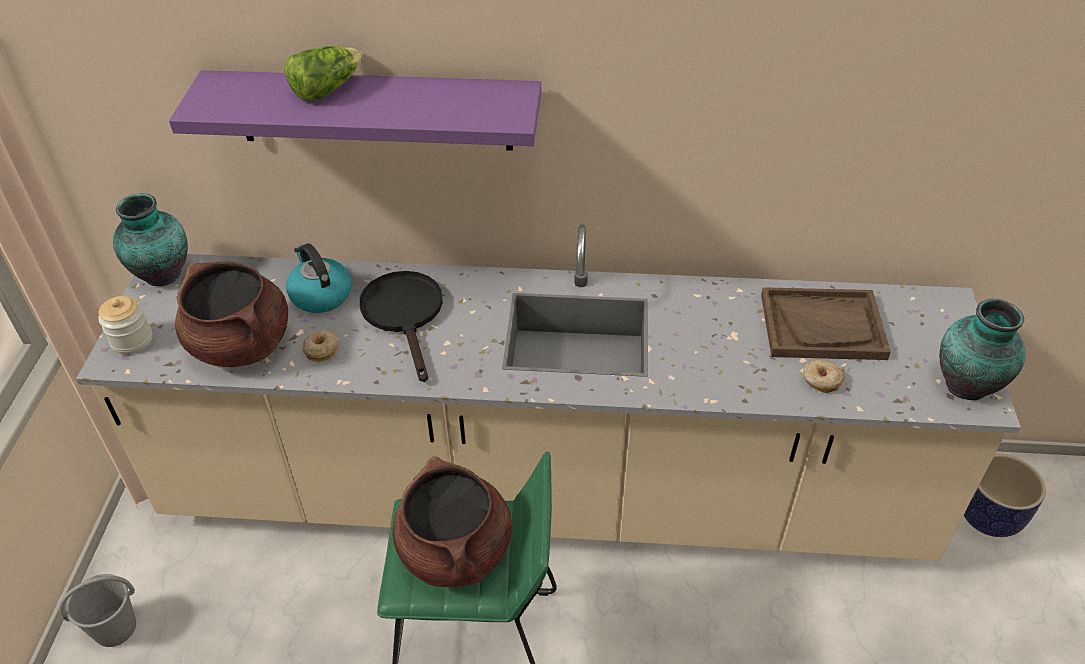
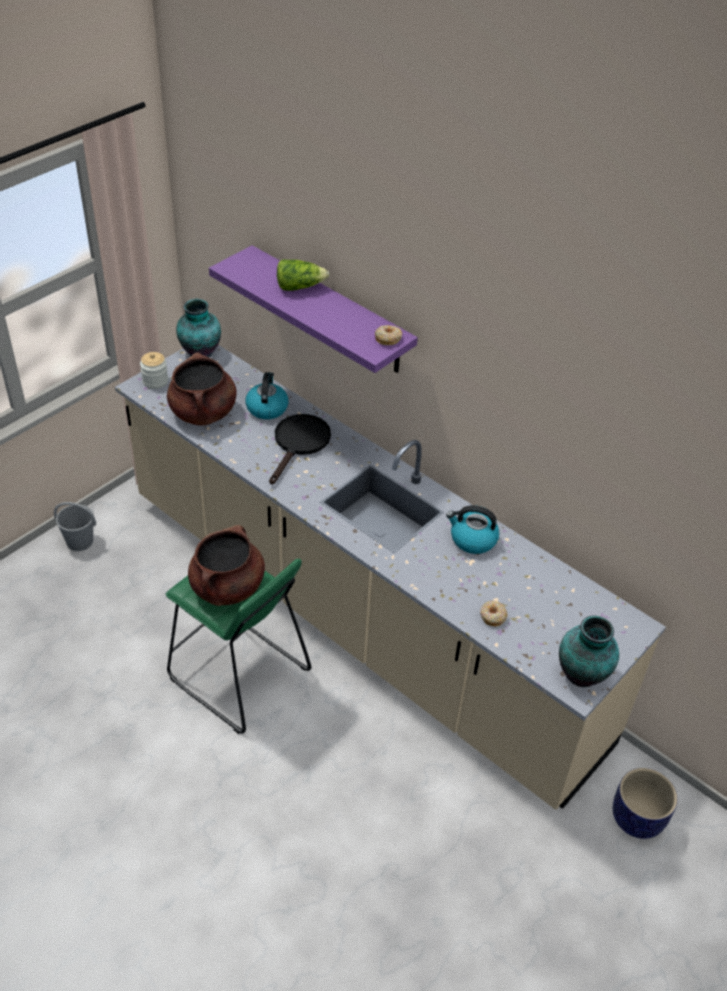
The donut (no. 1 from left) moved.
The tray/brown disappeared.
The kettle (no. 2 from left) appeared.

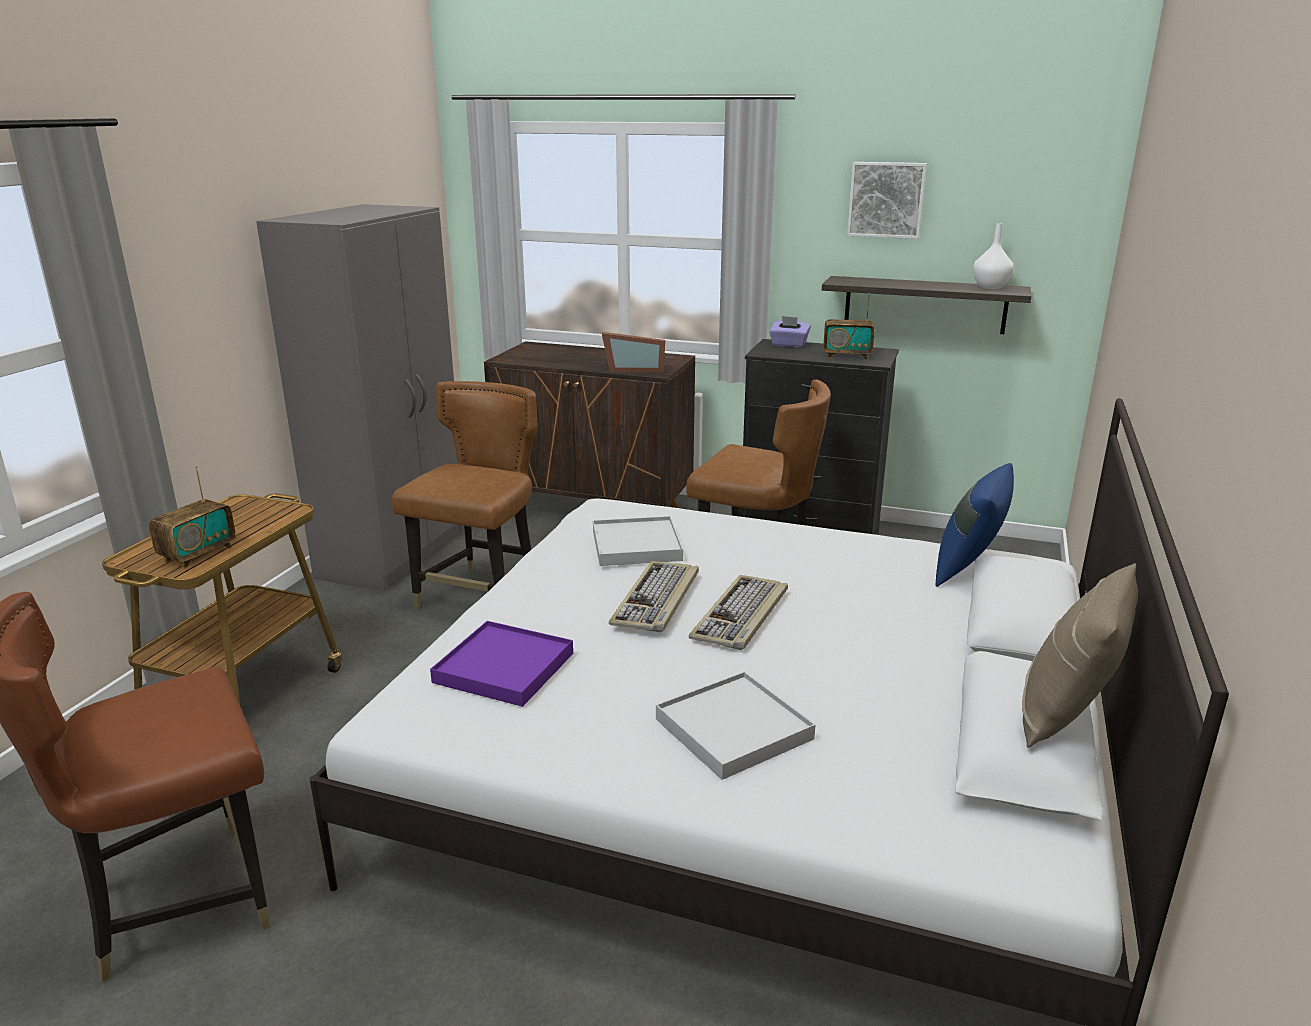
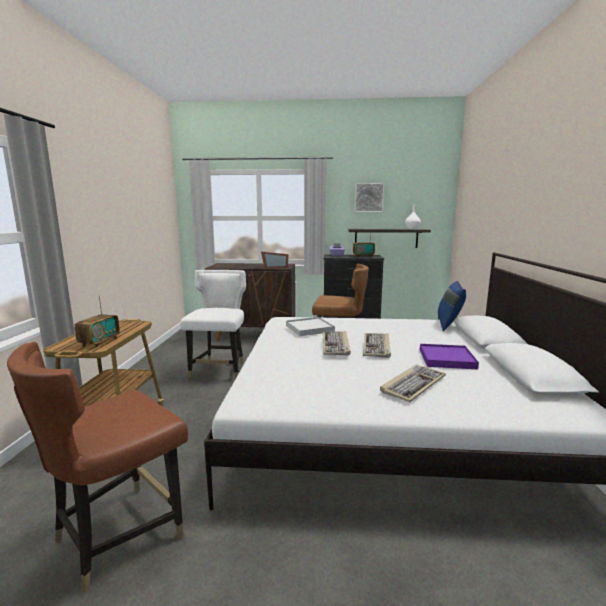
The wardrobe/grey disappeared.
The chair/brown (no. 2 from left) became the chair/white.
The tray/purple moved.
The tray/white (no. 2 from left) was replaced by the keyboard (no. 3 from left).
The pillow/beige disappeared.

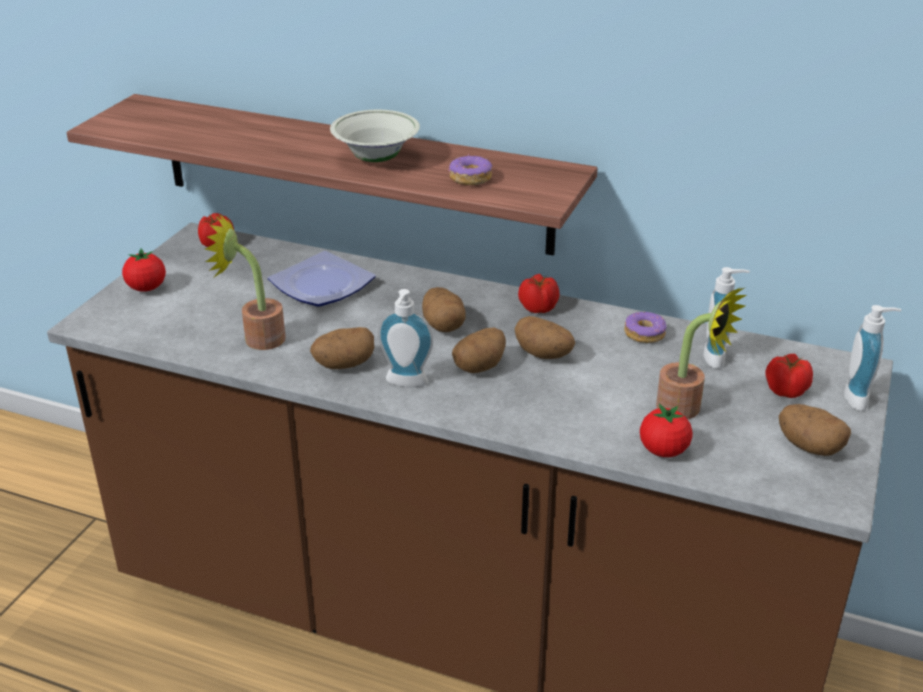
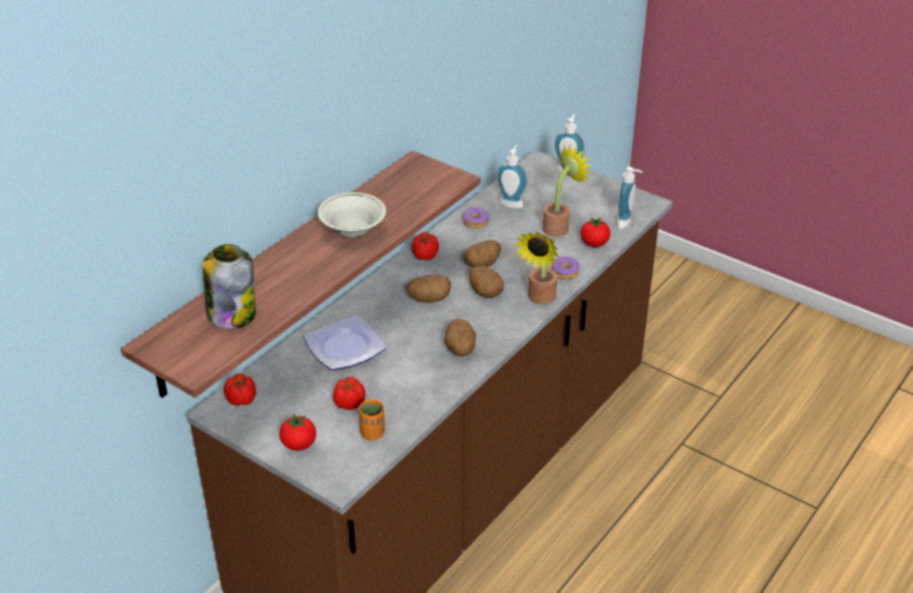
The potted plant (no. 1 from left) moved.
The soap dispenser (no. 1 from left in the first image) moved.
The donut (no. 1 from left in the first image) moved.
The tomato (no. 5 from left in the first image) moved.
The potato (no. 5 from left) disappeared.
The jar appeared.
The cup/orange appeared.

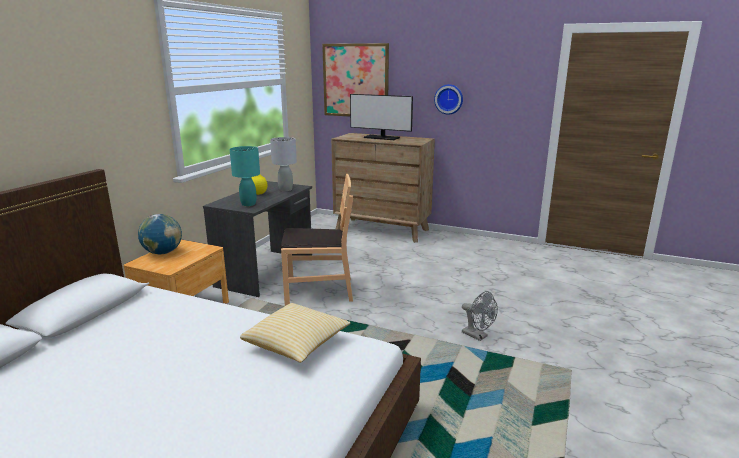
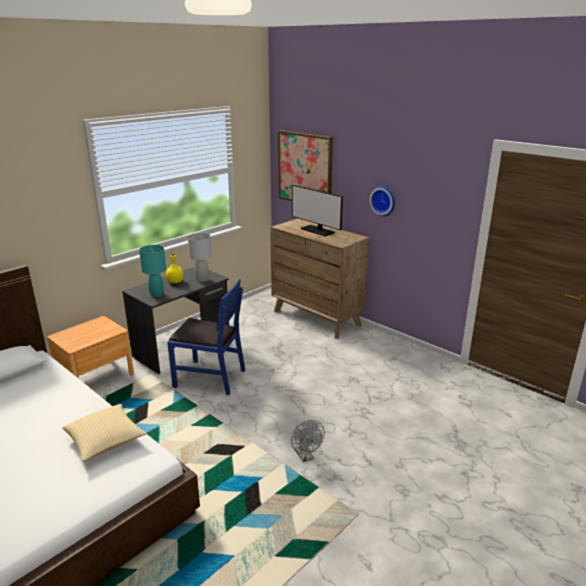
The globe disappeared.
The chair/brown became the chair/blue.

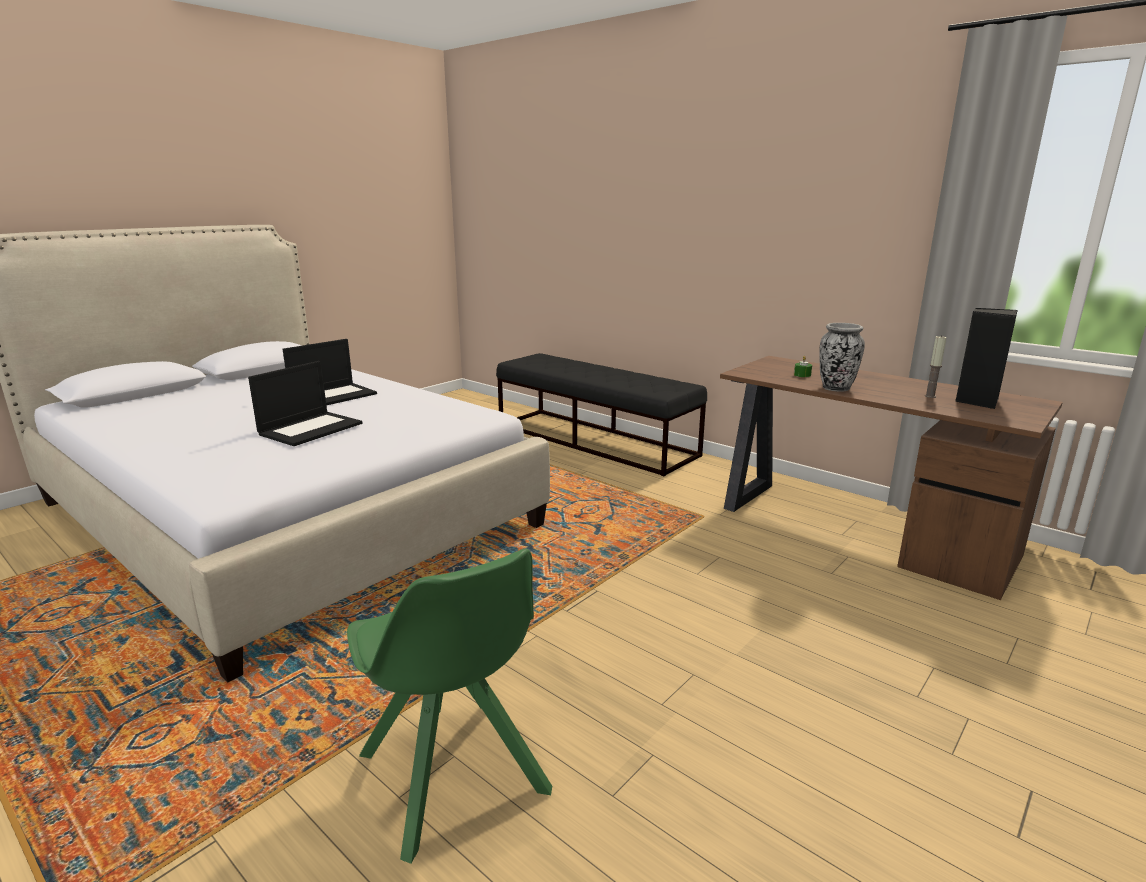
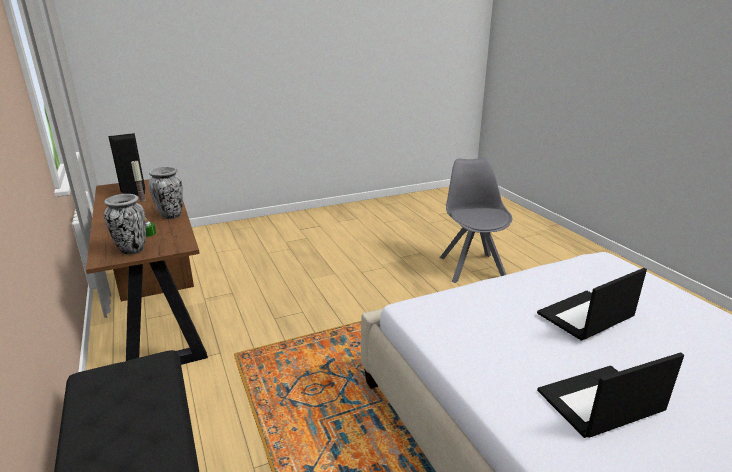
The chair/green became the chair/grey.
The vase (no. 1 from left) appeared.

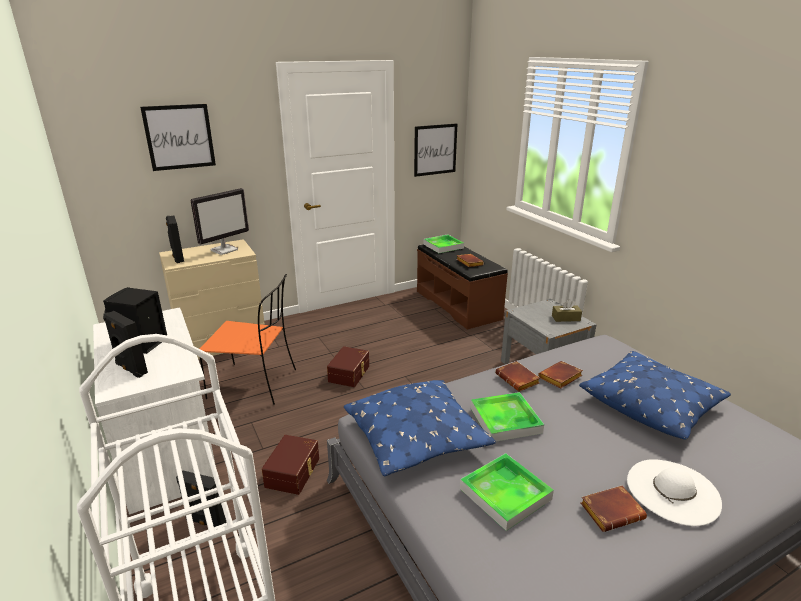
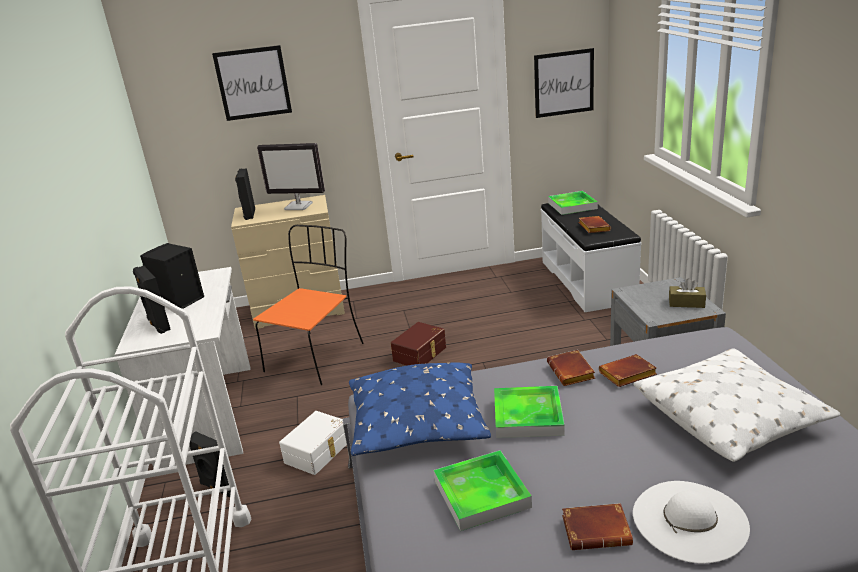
The monitor turned 45 degrees clockwise.
The chair/orange turned 90 degrees counterclockwise.
The storage box/brown (no. 1 from left) became the storage box/white.
The bench/brown became the bench/white.
The pillow/blue (no. 2 from left) became the pillow/white.

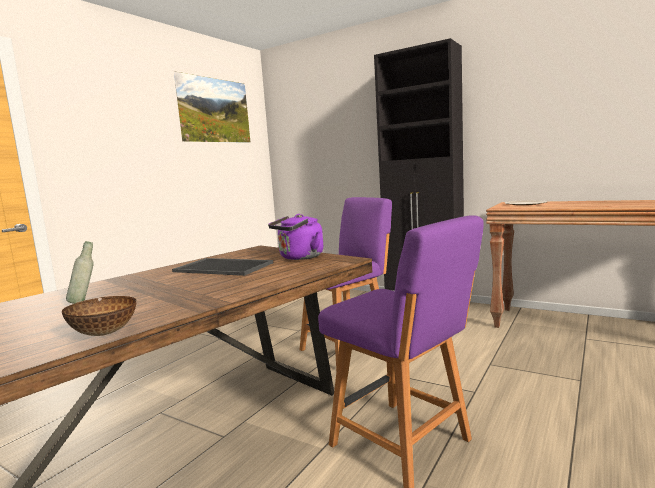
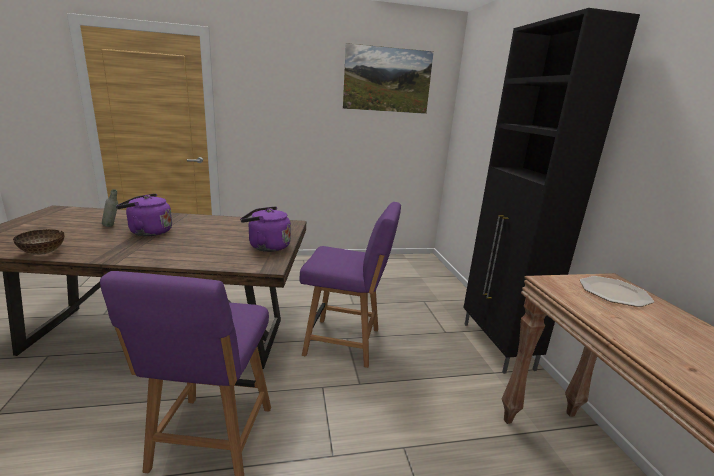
The tray disappeared.
The kettle/purple (no. 1 from left) appeared.

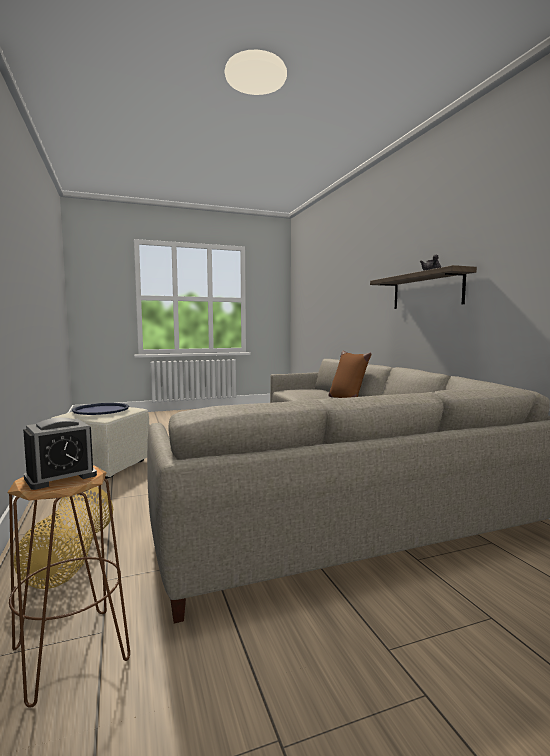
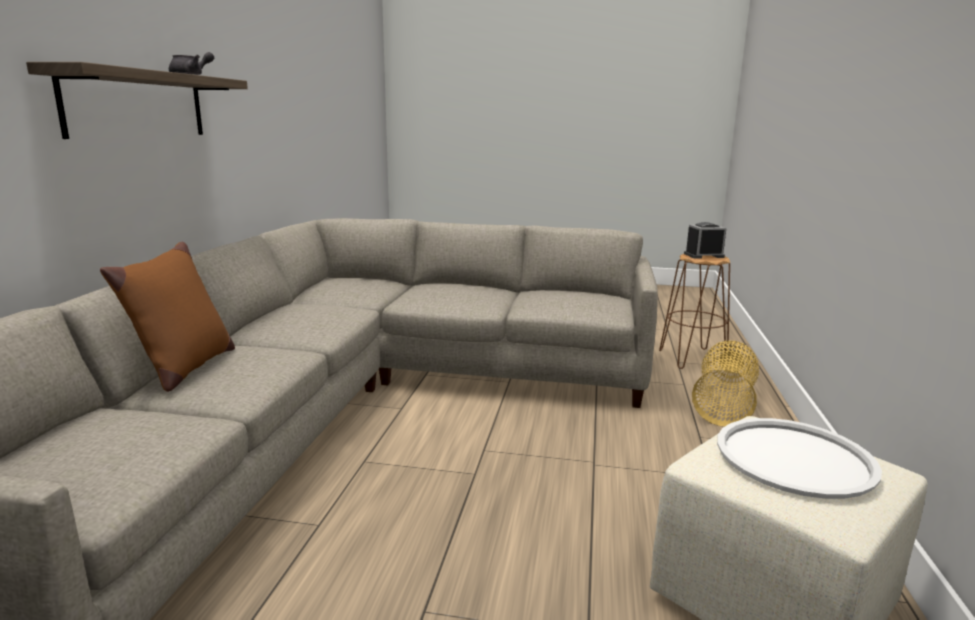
The tray/blue became the tray/white.

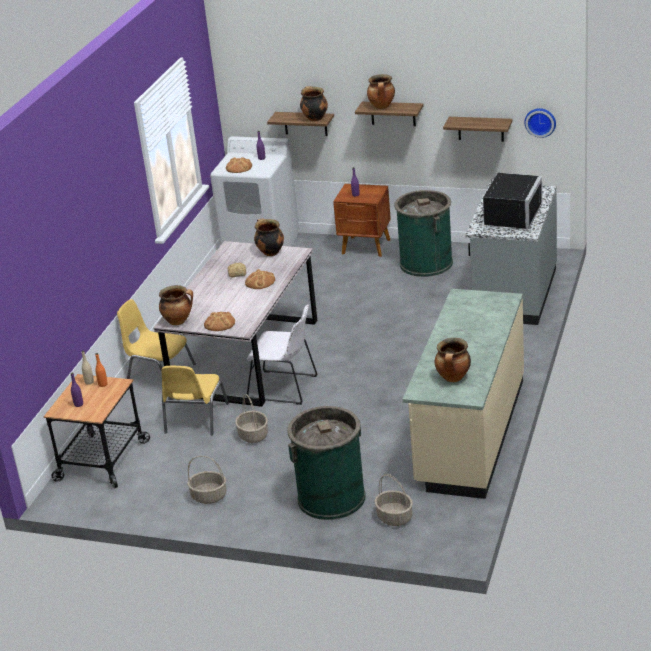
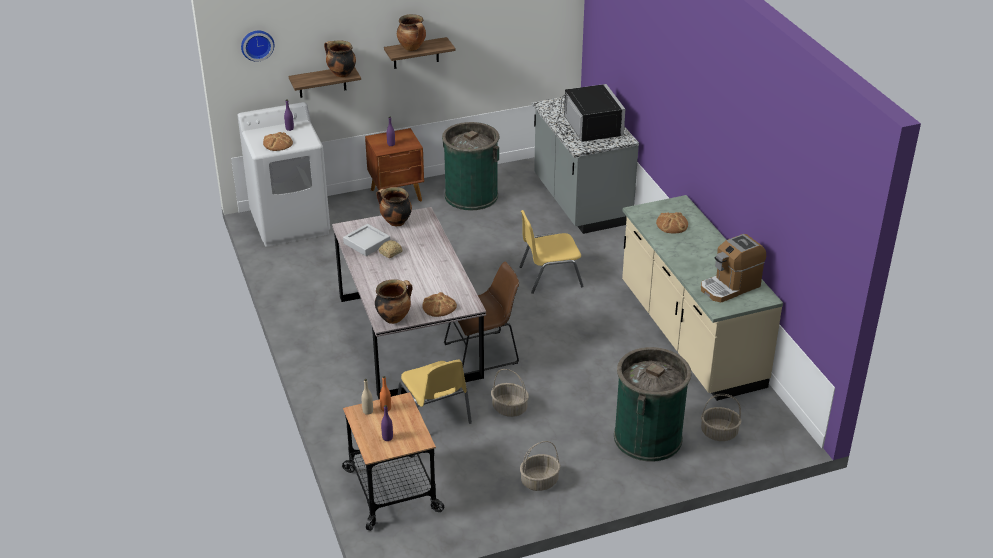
The chair/yellow (no. 1 from left in the first image) moved.
The bread (no. 4 from left) moved.
The chair/white became the chair/brown.
The cooking pot (no. 5 from left) was replaced by the coffee machine.
The shelf (no. 3 from left) disappeared.
The wall clock moved.
The tray/grey appeared.

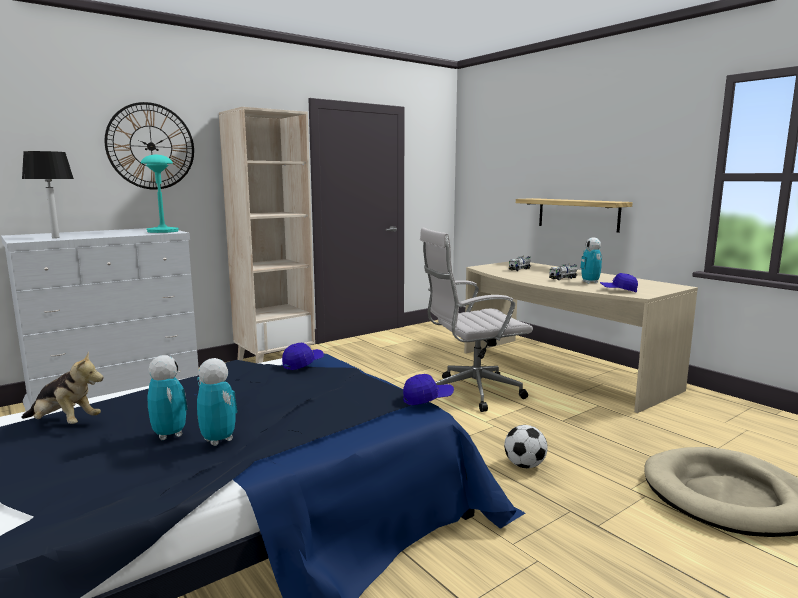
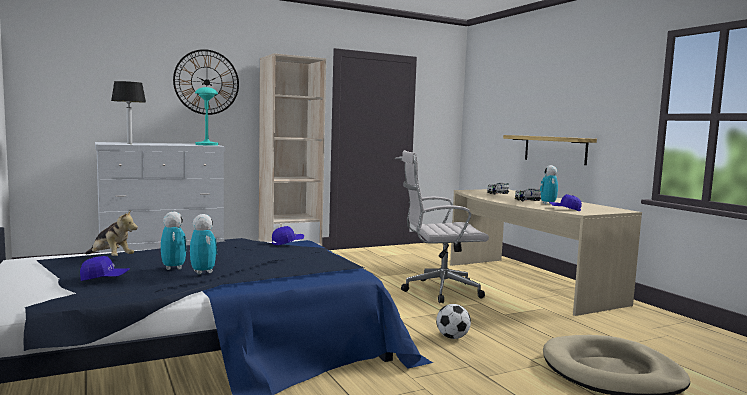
The cap/blue (no. 2 from left in the first image) moved.

